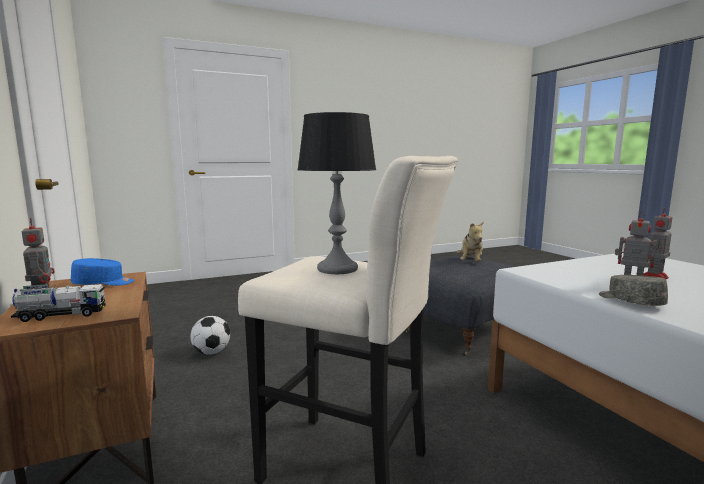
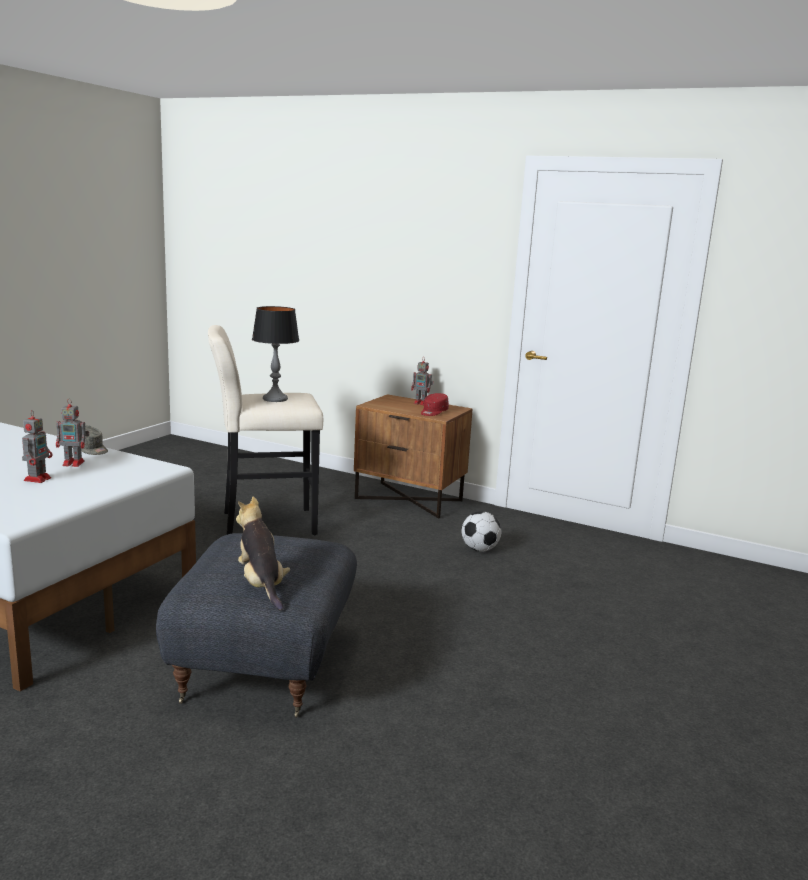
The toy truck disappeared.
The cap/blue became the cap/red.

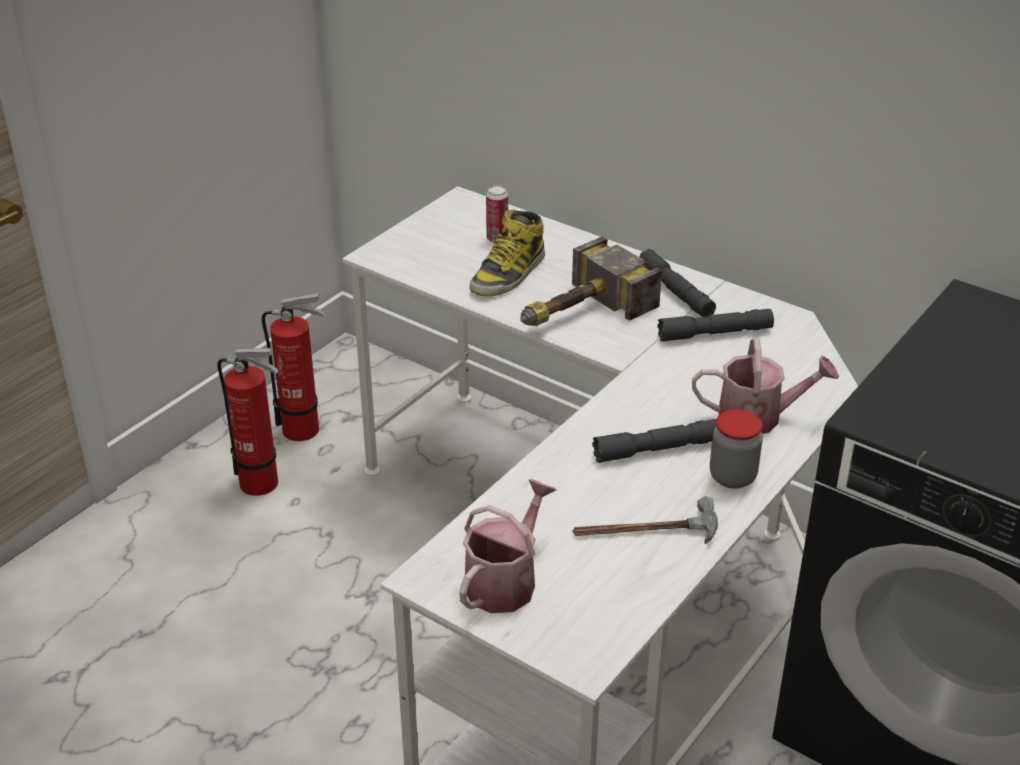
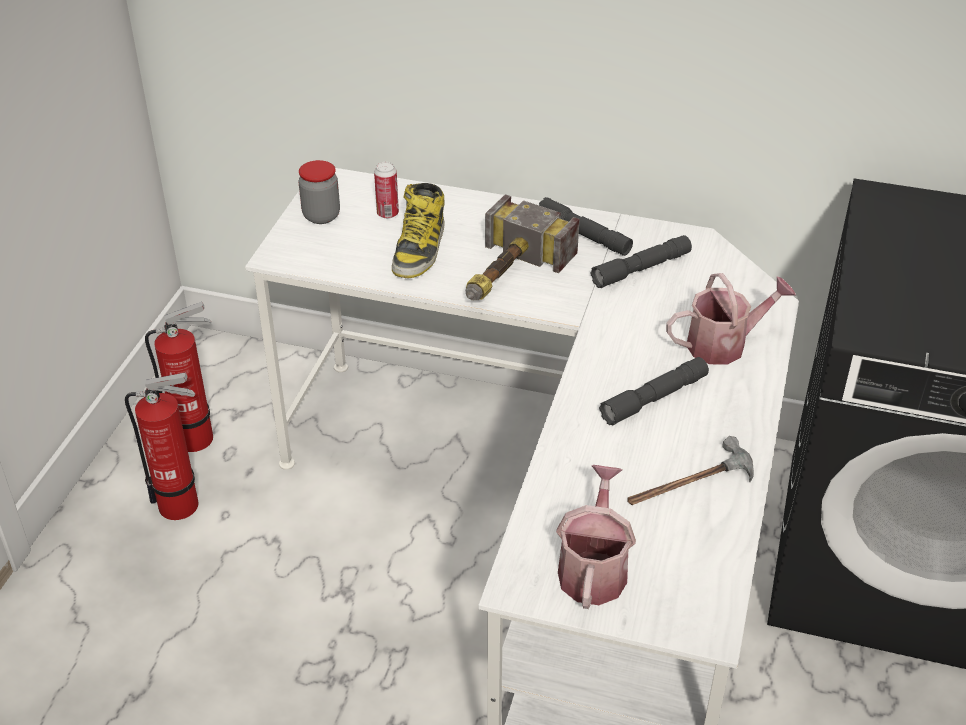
The jar moved.

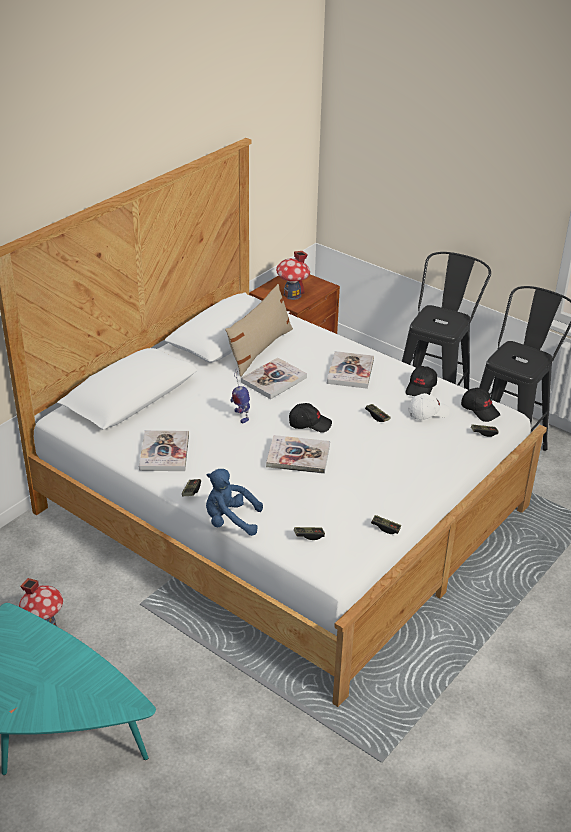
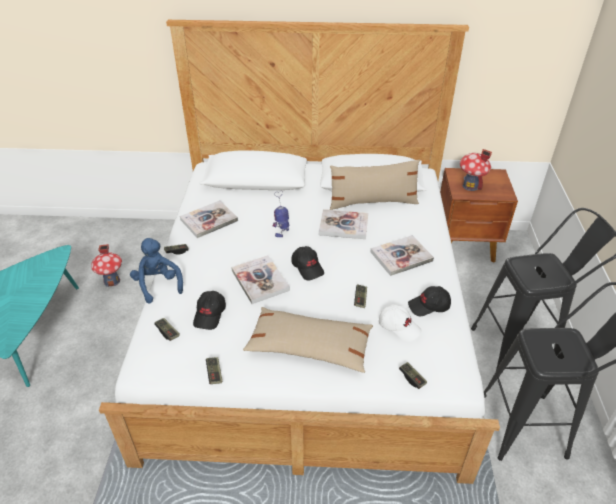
The cap/black (no. 3 from left in the first image) moved.
The pillow/beige (no. 1 from left) appeared.

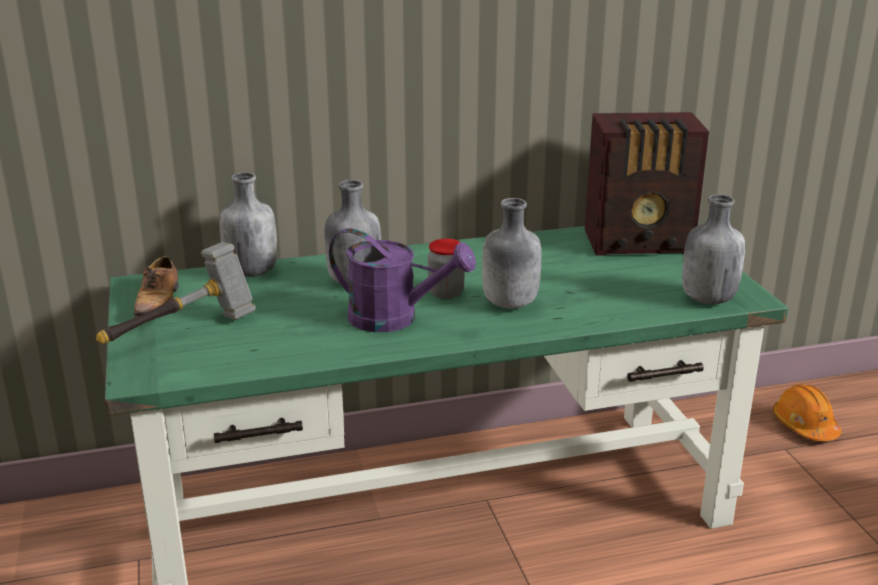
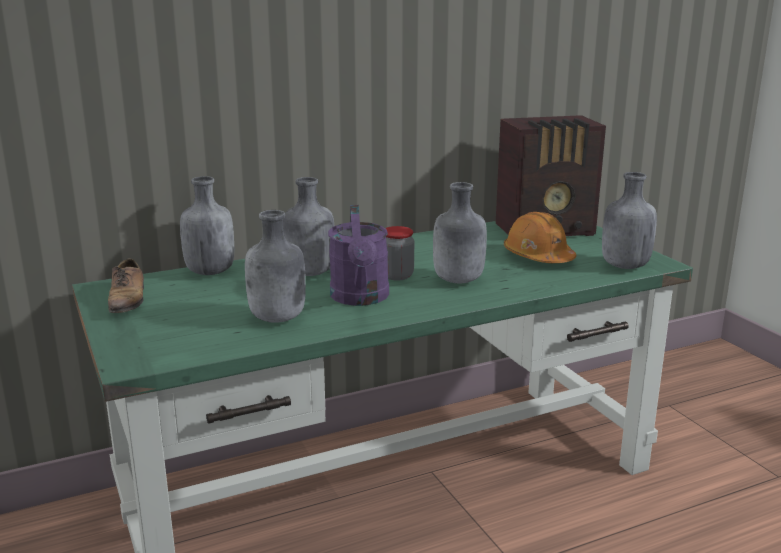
The hammer disappeared.
The watering can/purple turned 75 degrees clockwise.
The hard hat/orange moved.
The bottle/grey (no. 2 from left) appeared.

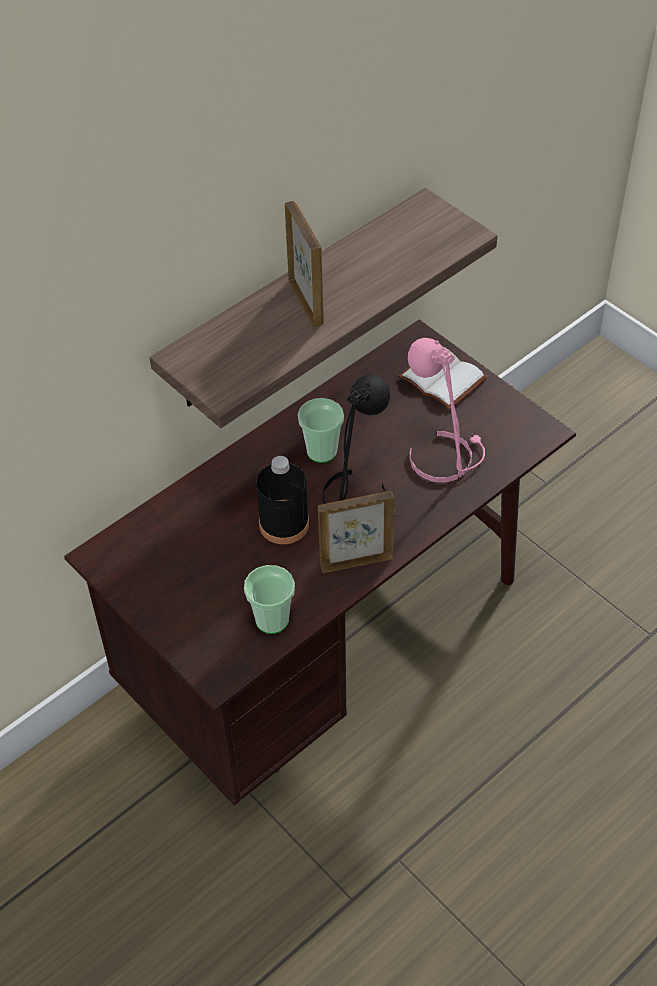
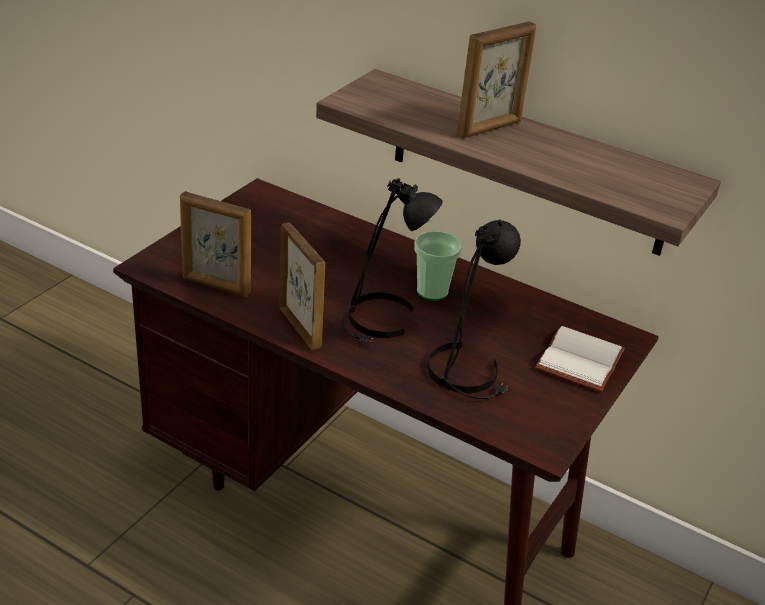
The cup (no. 1 from left) was replaced by the picture frame (no. 1 from left).
The bottle/black disappeared.
The table lamp/pink became the table lamp/black (no. 2 from left).

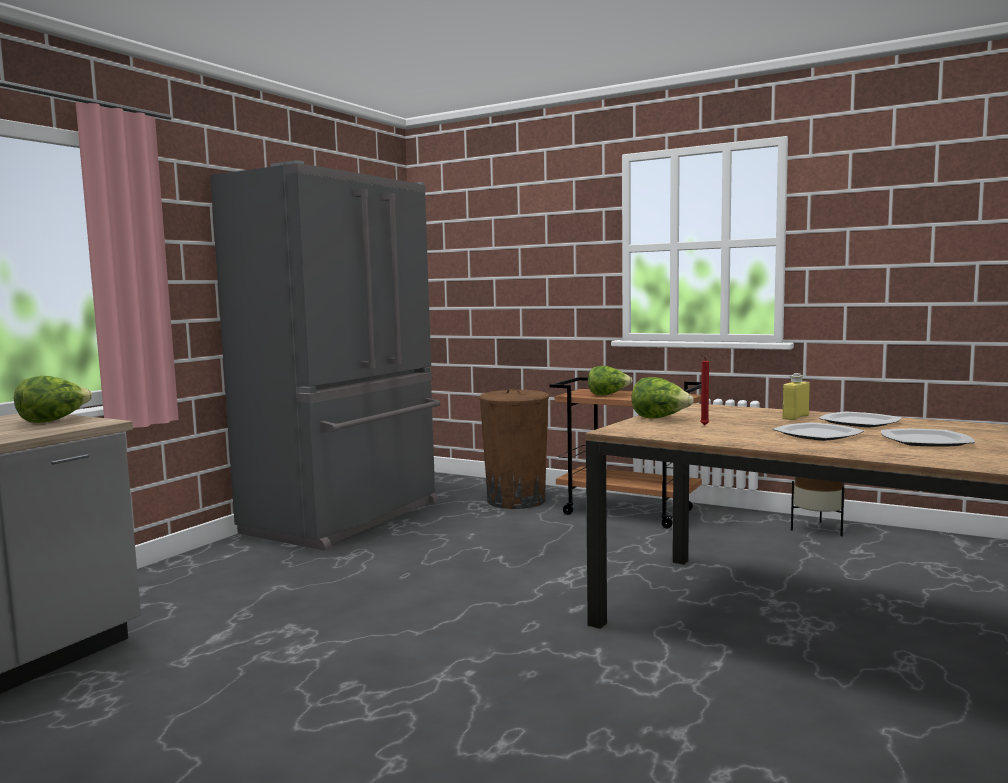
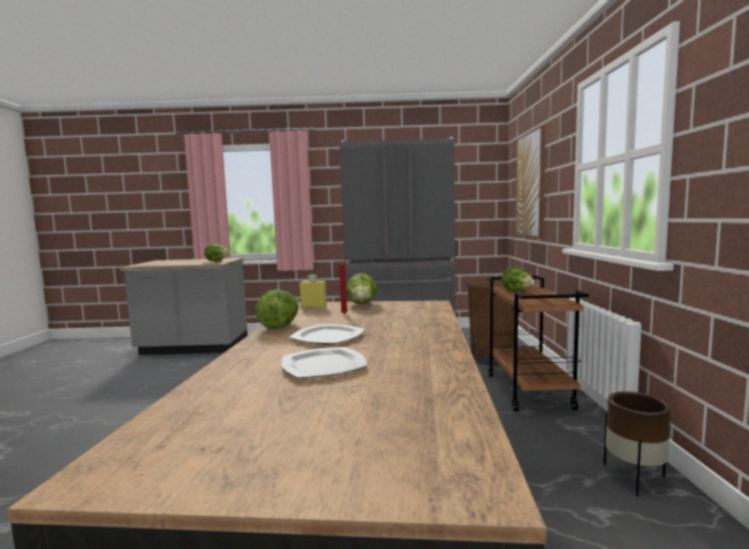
The bottle/yellow moved.
The plate (no. 2 from left) disappeared.
The lettuce (no. 2 from left) appeared.
The picture appeared.

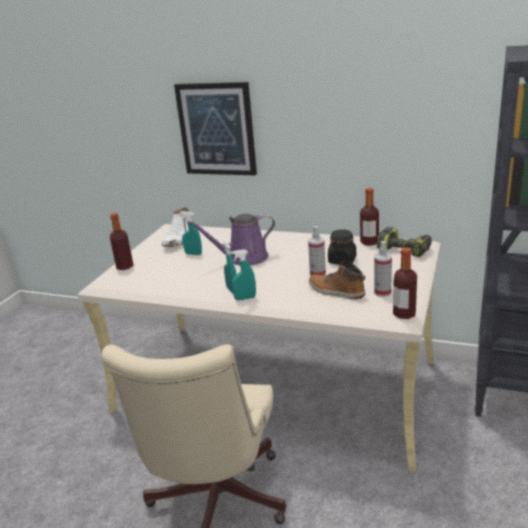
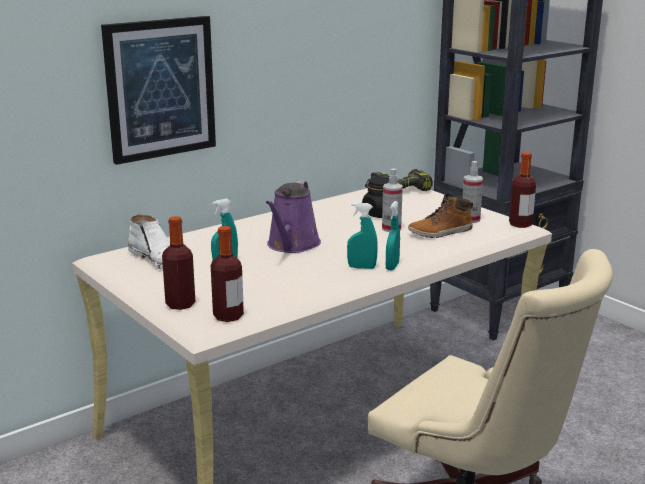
The bottle (no. 2 from left) moved.

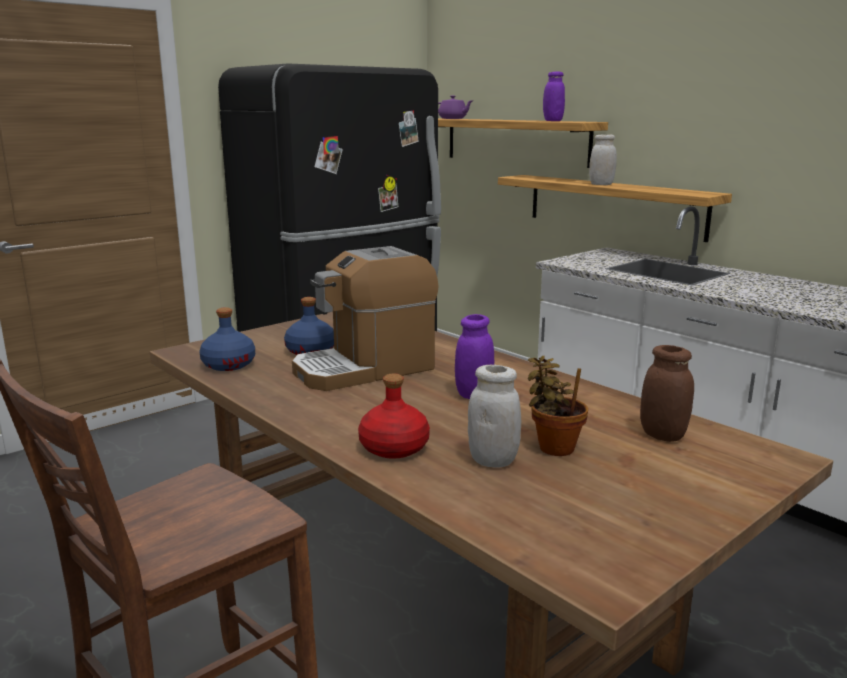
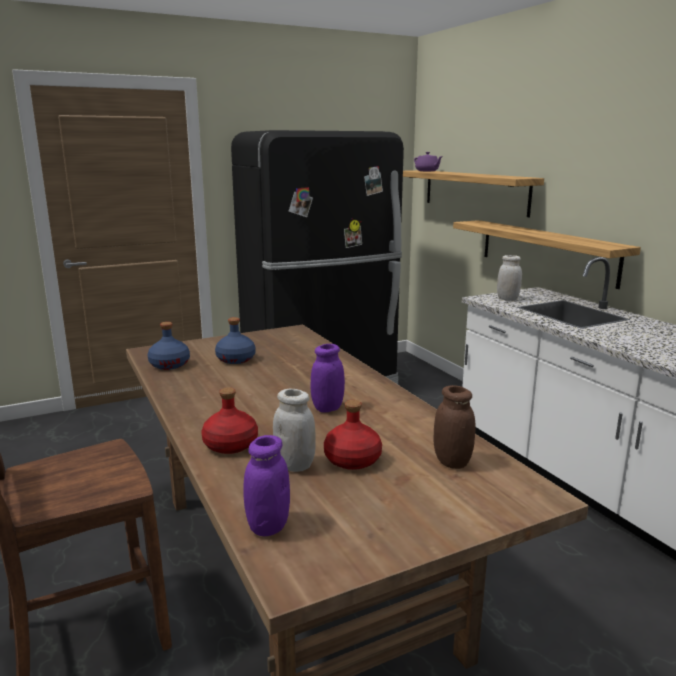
The coffee machine disappeared.
The potted plant was replaced by the bottle/red (no. 2 from left).
The jar/purple (no. 2 from left in the first image) moved.
The jar/white (no. 2 from left) moved.

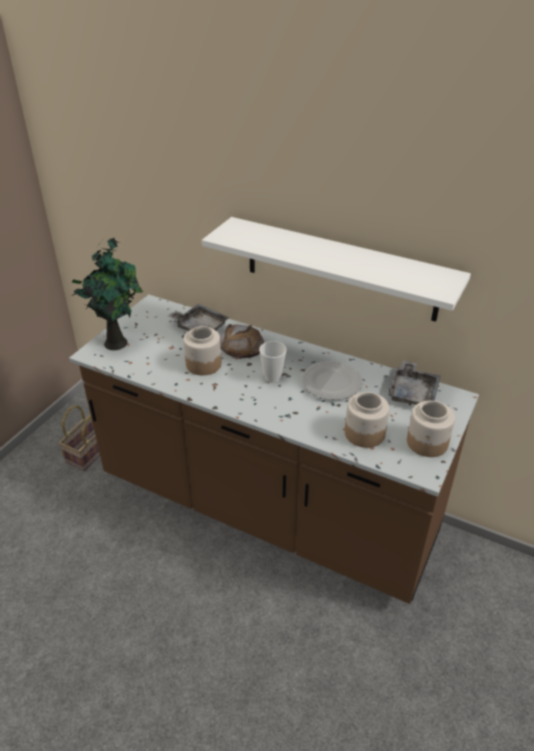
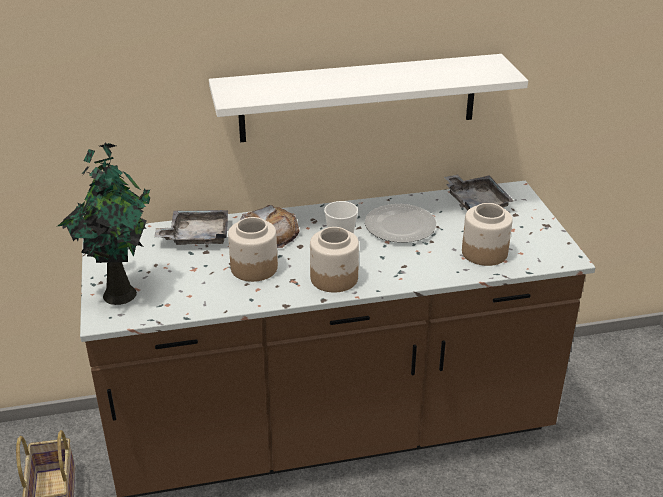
The jar (no. 3 from left in the first image) moved.

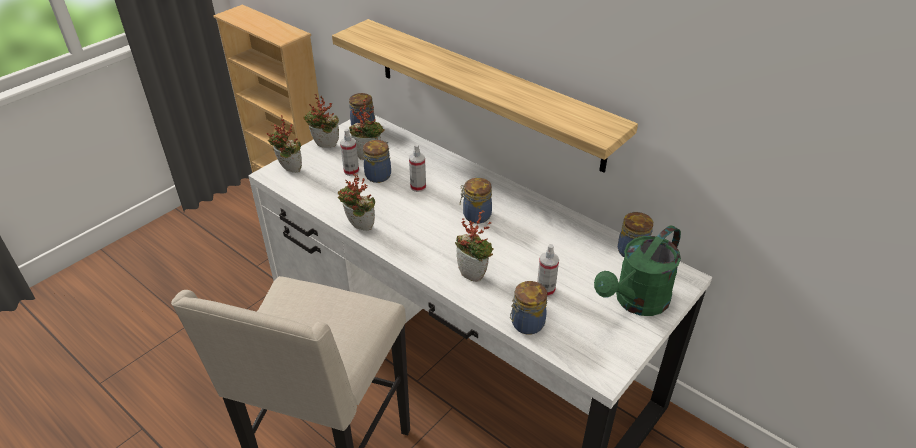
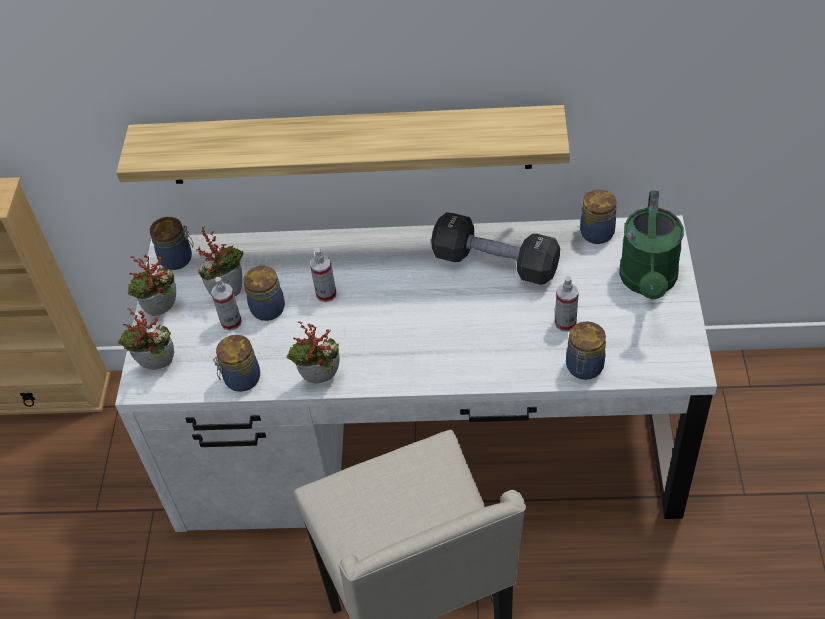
The potted plant (no. 5 from left) disappeared.
The jar (no. 3 from left in the first image) moved.
The dumbbell/black appeared.

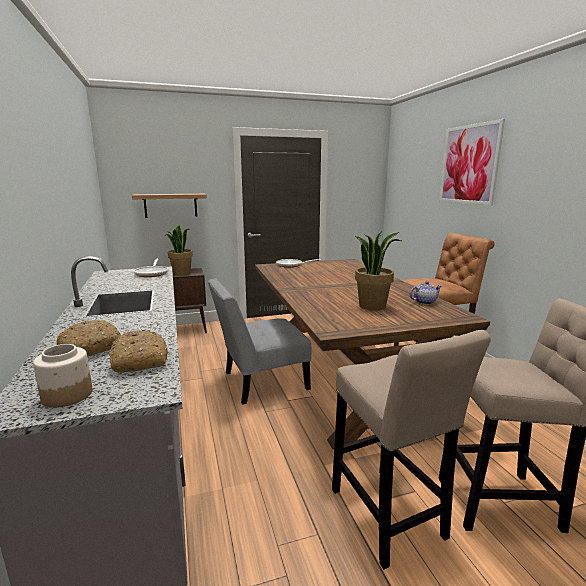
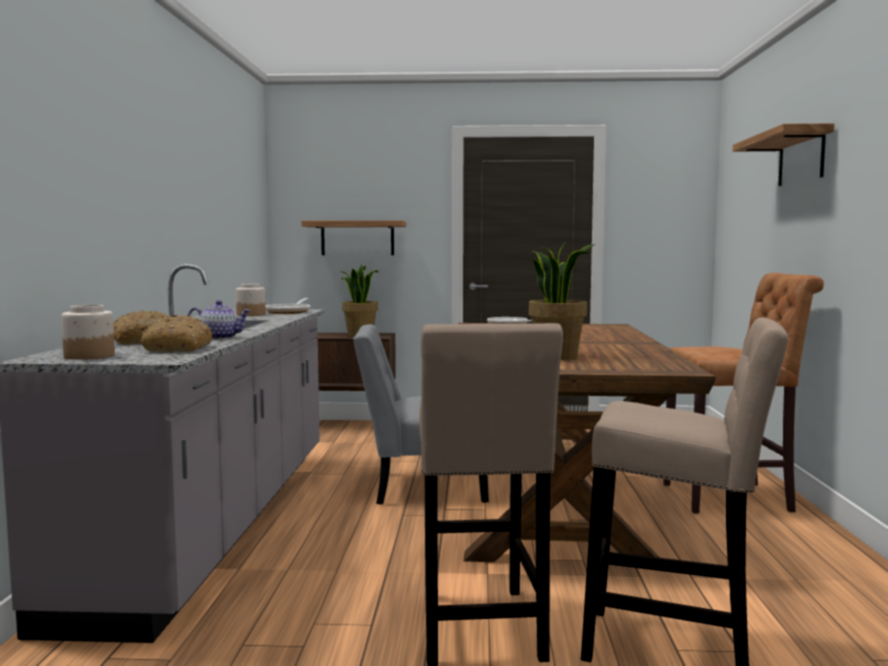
The teapot moved.
The picture was replaced by the shelf (no. 2 from left).
The jar (no. 2 from left) appeared.

